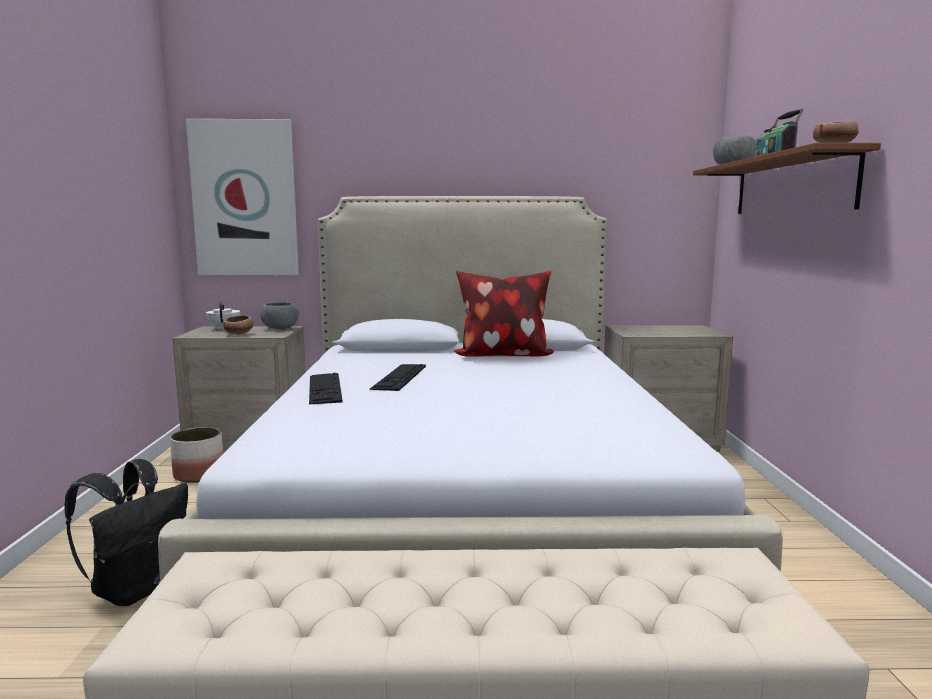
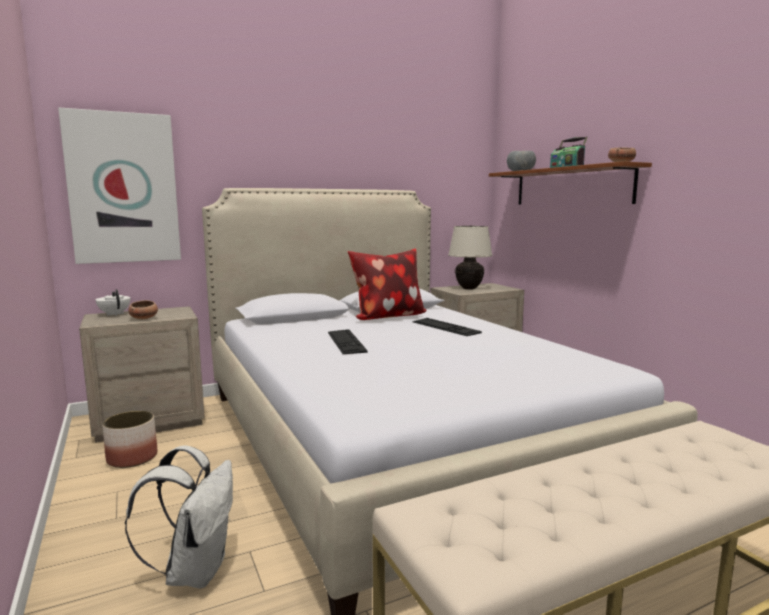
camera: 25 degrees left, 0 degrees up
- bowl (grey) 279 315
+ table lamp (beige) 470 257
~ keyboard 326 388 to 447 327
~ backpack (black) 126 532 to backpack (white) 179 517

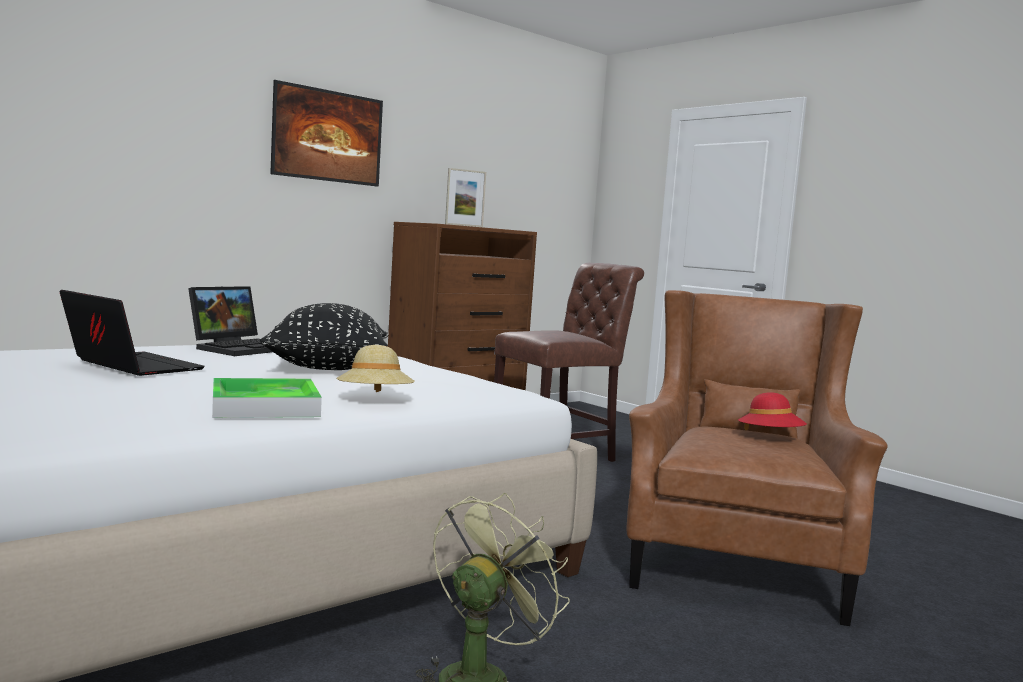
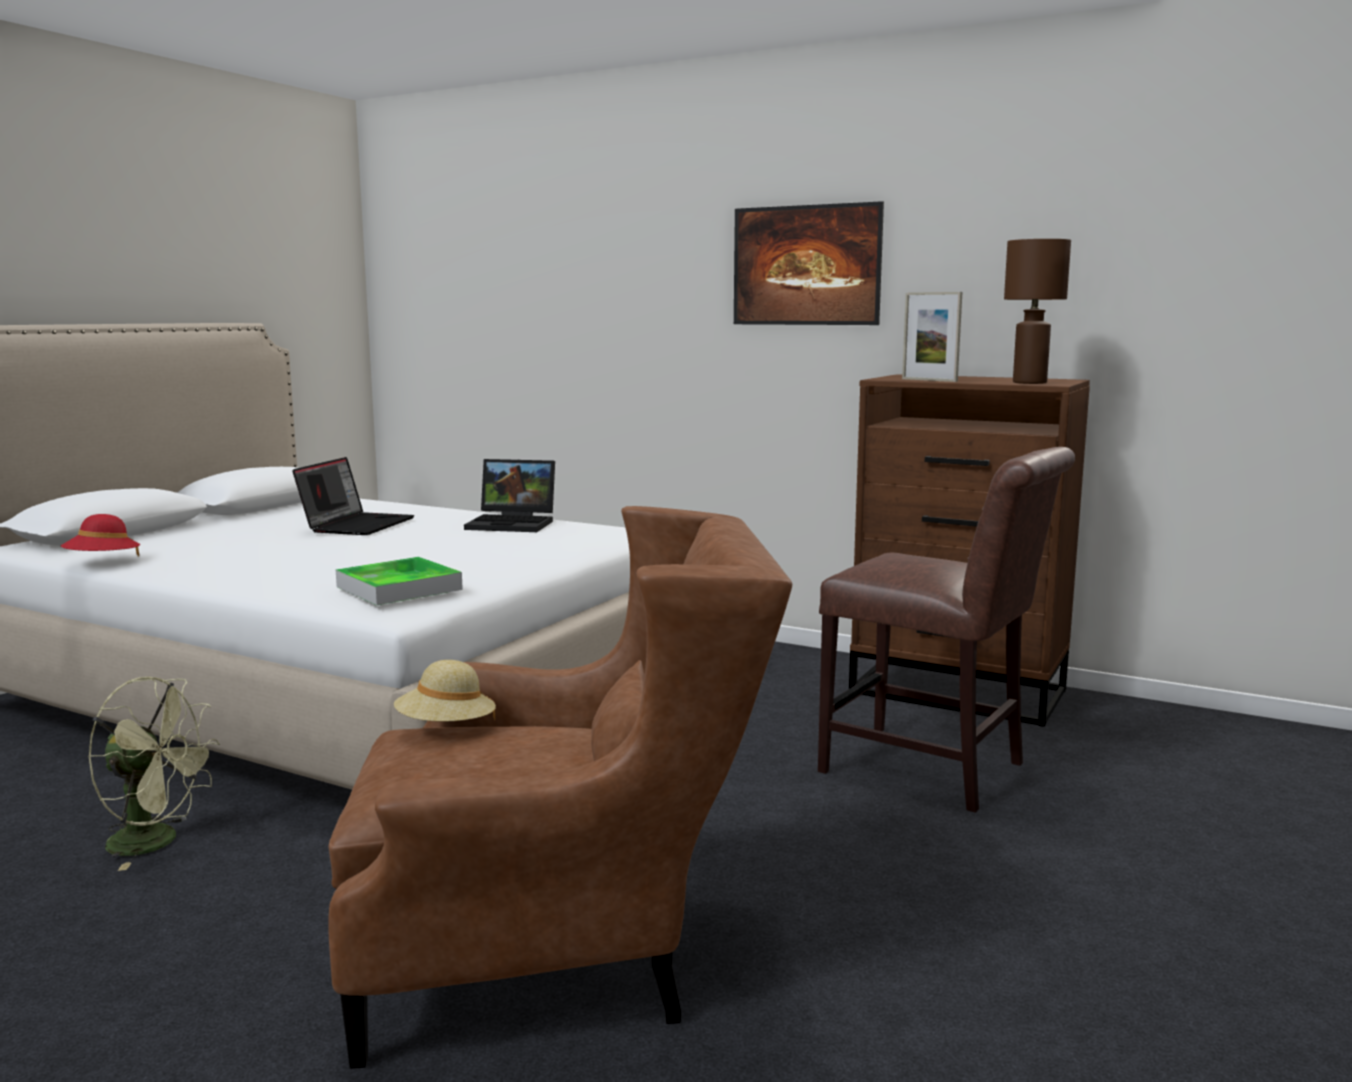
camera: 70 degrees right, 5 degrees up
- pillow (black) 324 336
+ table lamp (brown) 1037 311
~ tray 267 398 to 399 581
~ hat (beige) 375 368 to 445 691
~ hat (red) 772 411 to 100 535

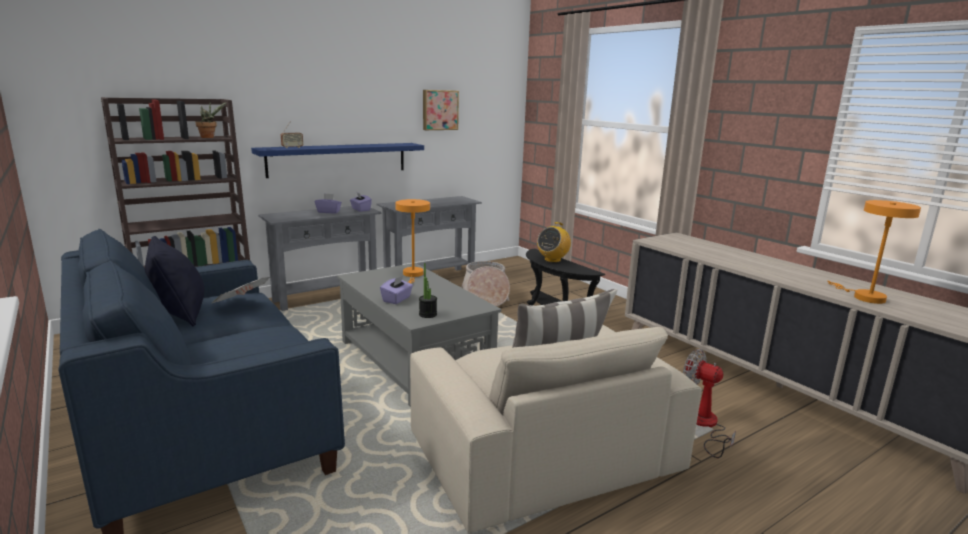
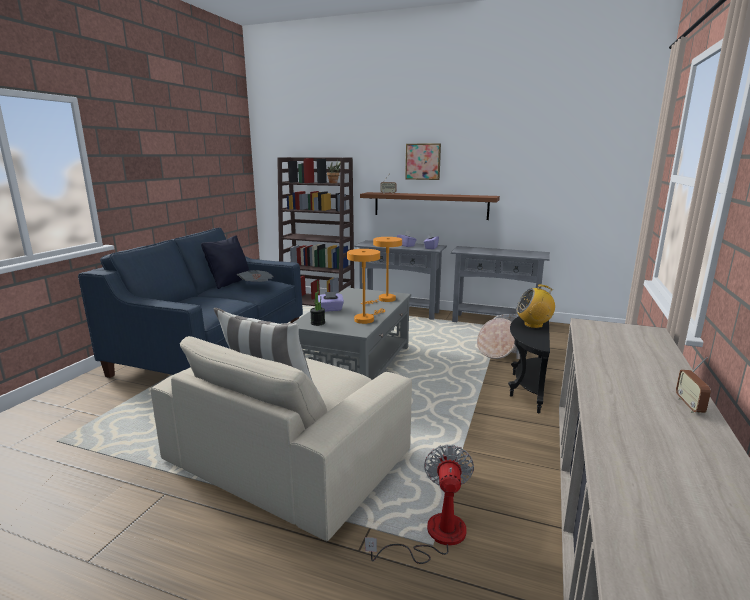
camera: 55 degrees right, 0 degrees up
+ radio 693 385
~ picture 441 110 to 423 161
~ table lamp (orange) 874 252 to 366 286
~ shelf (blue) 337 160 to shelf (brown) 430 206

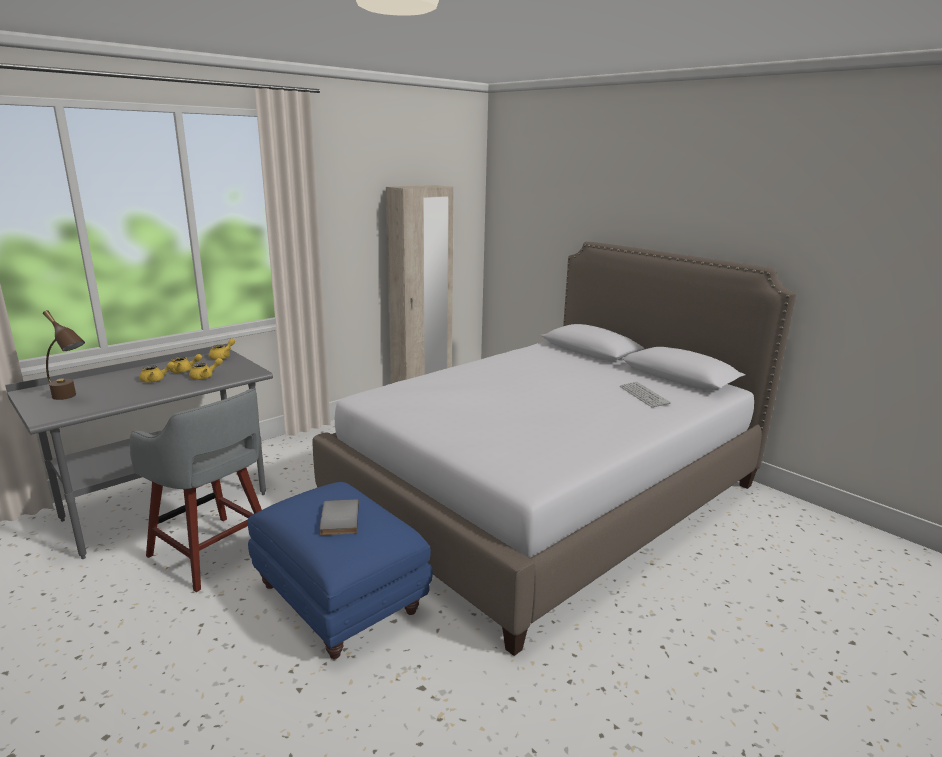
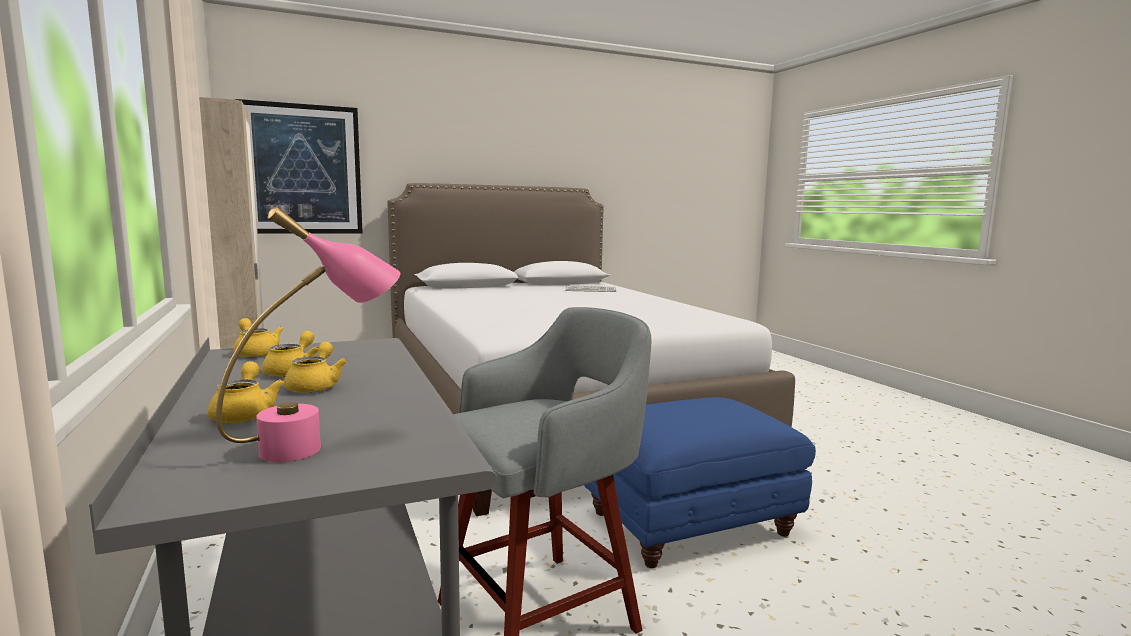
camera: 70 degrees left, 10 degrees down
- book (grey) 339 517
+ picture 299 166
~ teapot (yellow) 206 369 to 246 392
~ table lamp (brown) 64 355 to table lamp (pink) 308 334

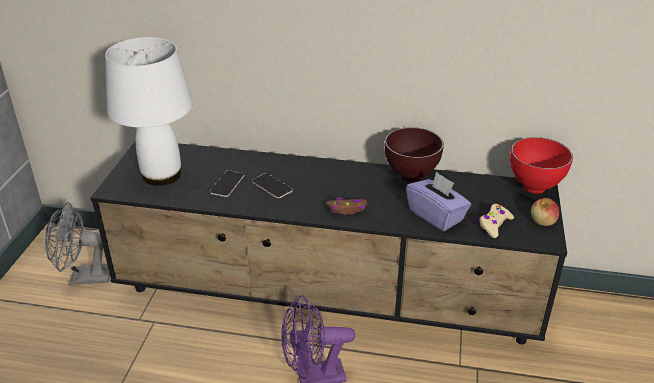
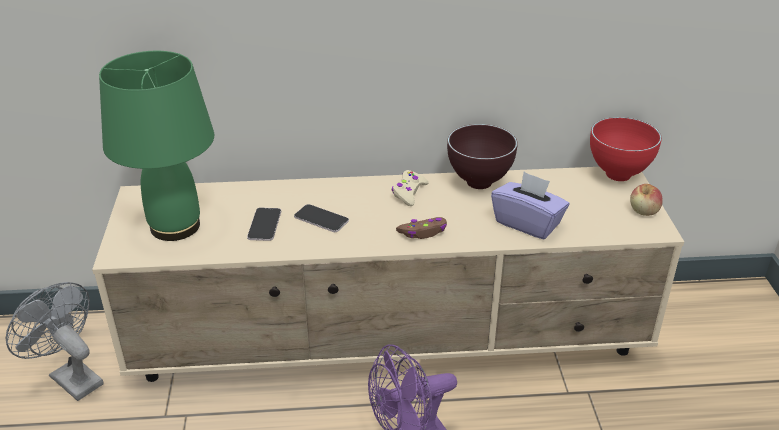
camera: 15 degrees left, 0 degrees up
~ game controller (beige) 496 221 to 410 188
~ tv stand (black) 328 242 to tv stand (beige) 388 274
~ table lamp (white) 149 111 to table lamp (green) 156 146
~ fan (grey) 77 243 = 55 341 60 degrees clockwise

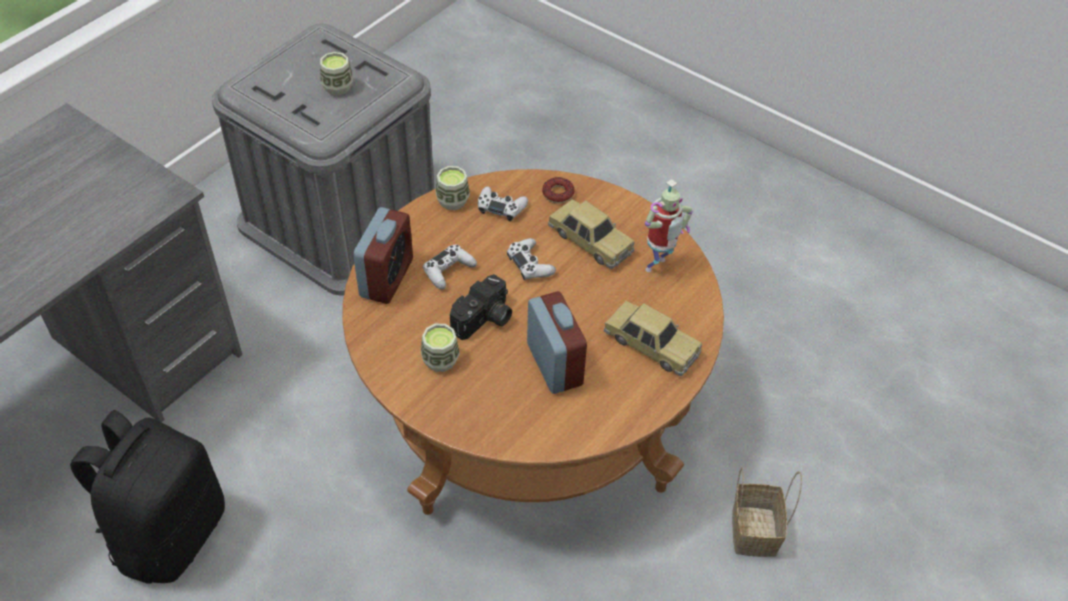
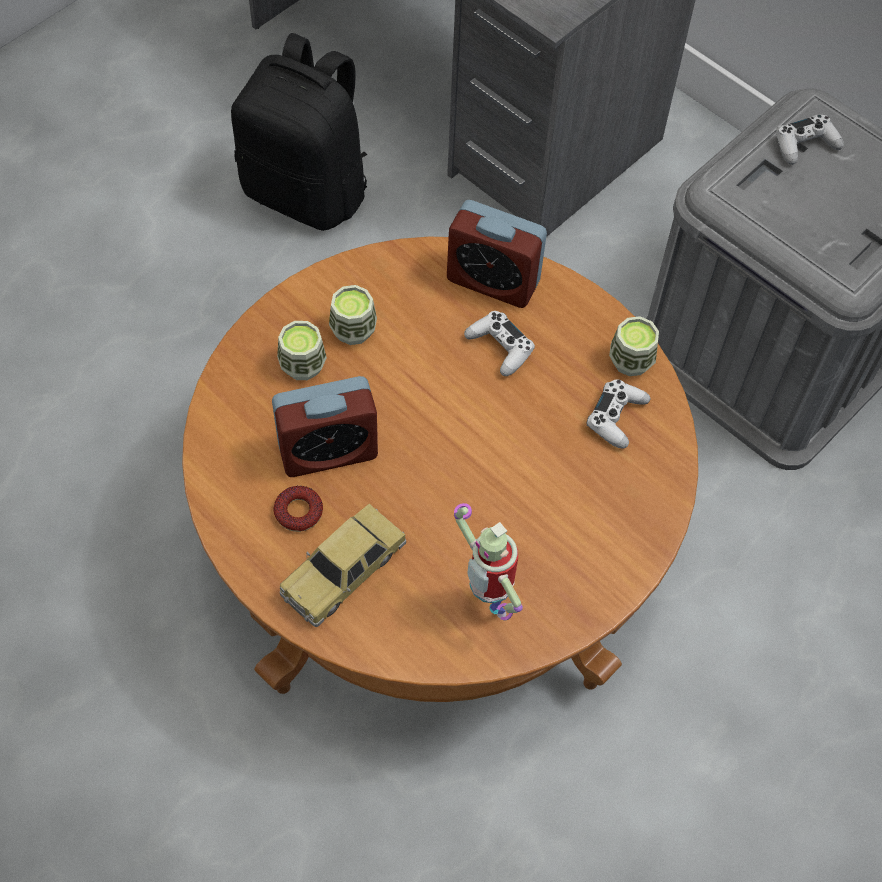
camera: 95 degrees right, 10 degrees up
- photo camera 481 307
- toy car 591 234
- basket 767 512
~ cup 336 74 to 302 350
~ game controller (white) 531 259 to 810 140
~ donut 558 190 to 298 509

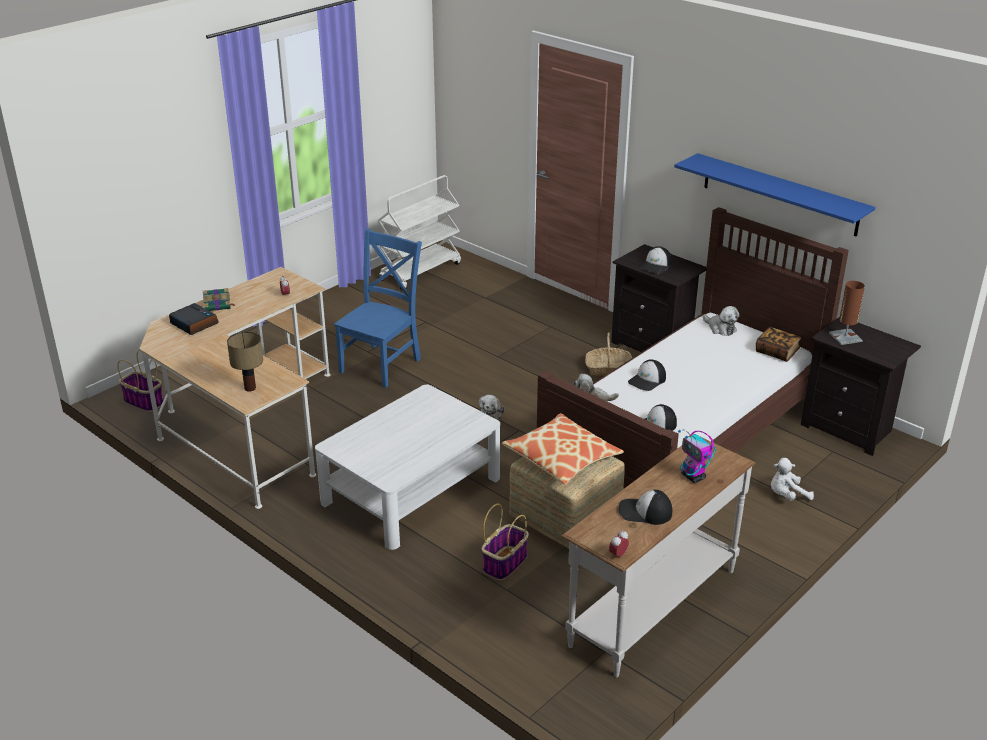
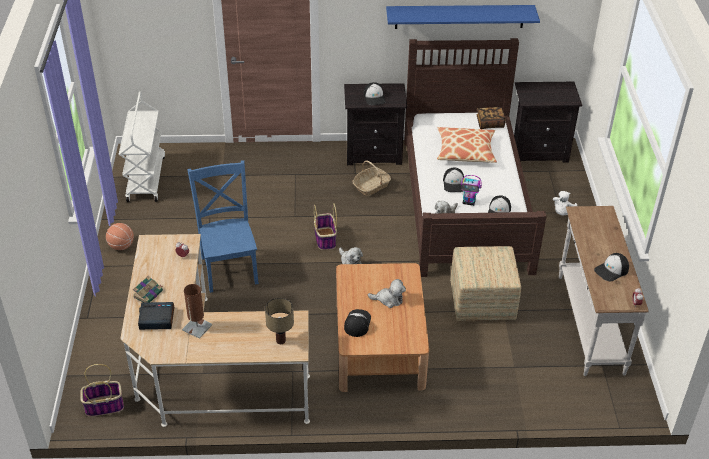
camera: 45 degrees left, 10 degrees up
+ basketball 120 236
+ cap 357 323
~ basket 505 542 to 325 226
~ pillow 562 449 to 467 145
~ toy robot 697 456 to 471 190
~ plush toy 721 321 to 387 293
~ table lamp (brown) 847 313 to 197 311
~ coffee table (white) 407 467 to coffee table (brown) 382 327

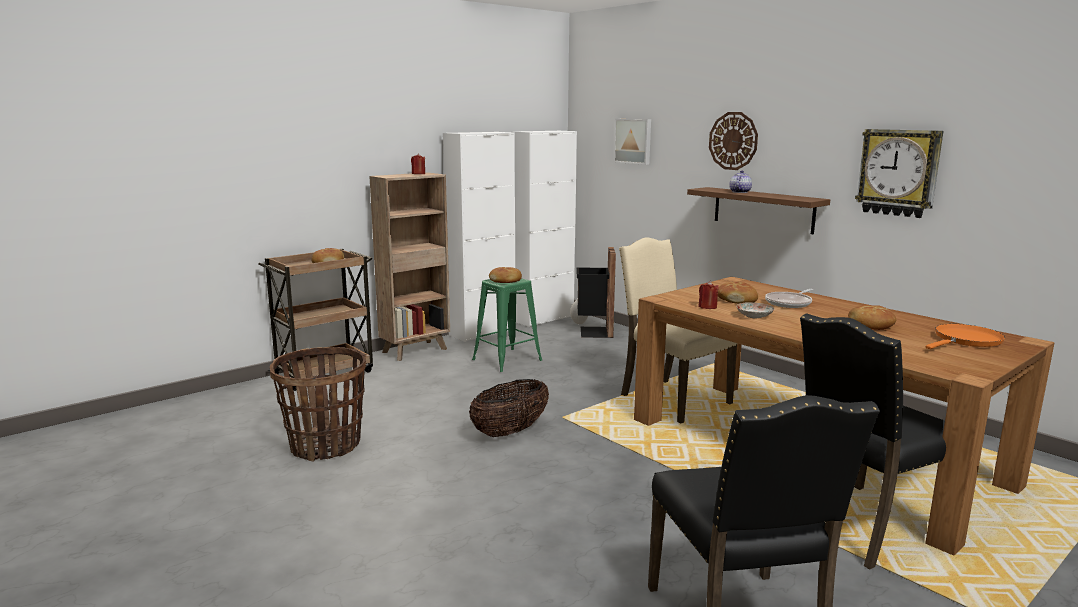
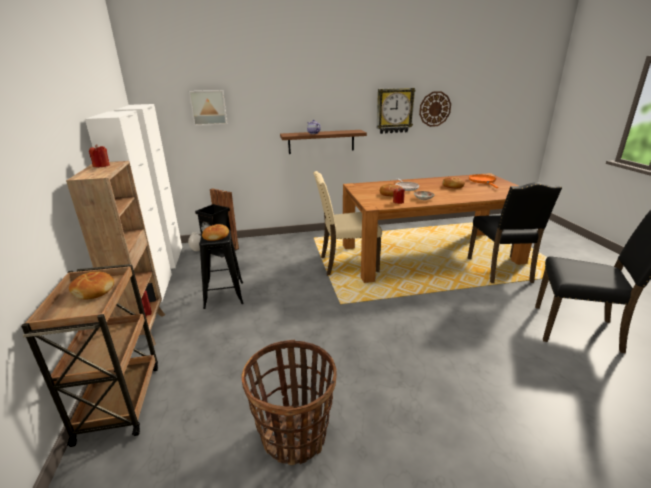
camera: 60 degrees left, 10 degrees up
- basket 509 408
~ wall clock 733 141 to 435 109
~ stool (green) 507 325 to stool (black) 221 269

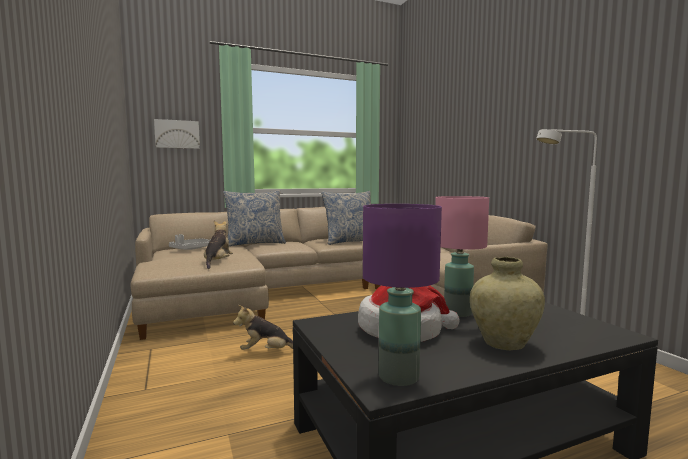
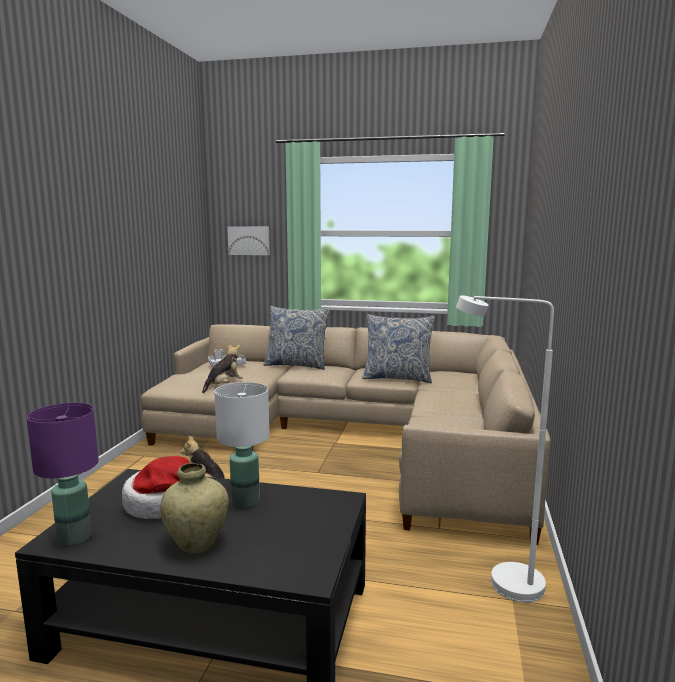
camera: 35 degrees right, 5 degrees up
~ table lamp (pink) 462 256 to table lamp (white) 241 445

